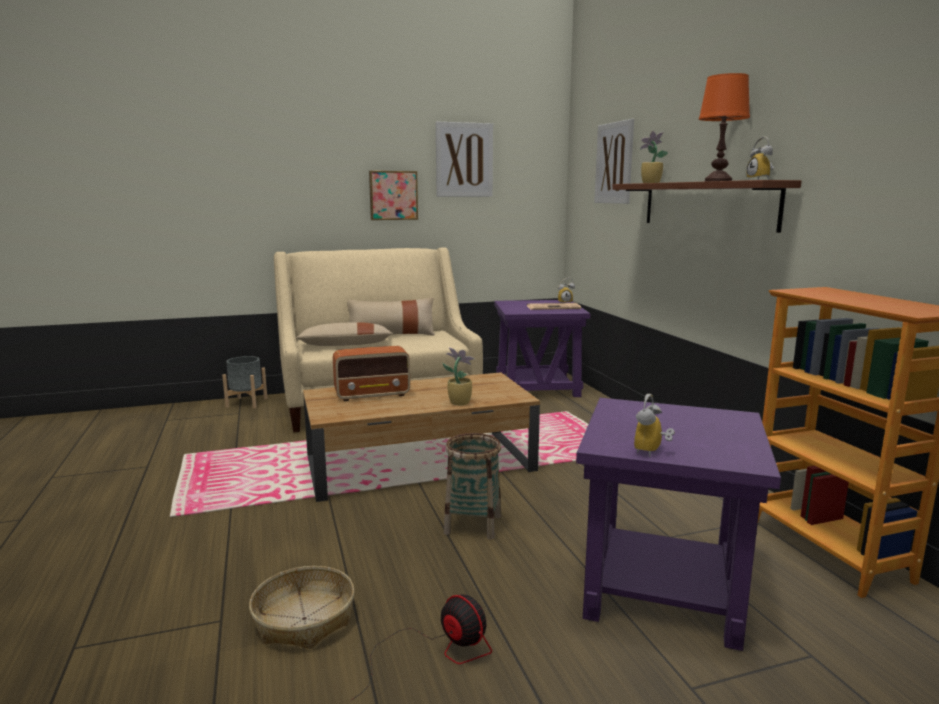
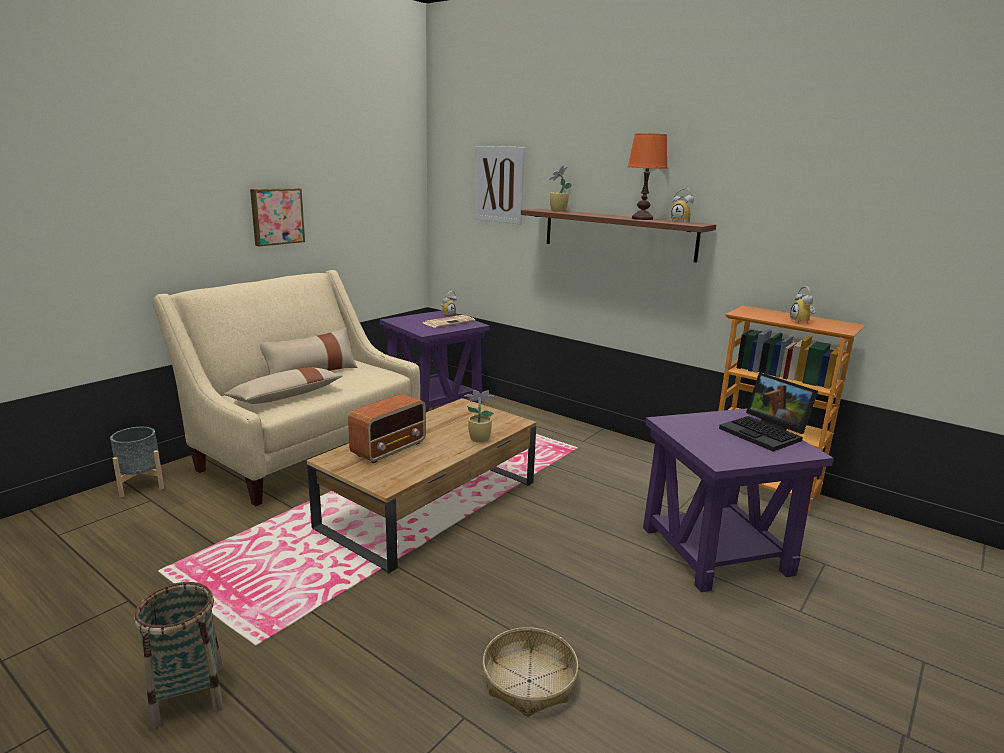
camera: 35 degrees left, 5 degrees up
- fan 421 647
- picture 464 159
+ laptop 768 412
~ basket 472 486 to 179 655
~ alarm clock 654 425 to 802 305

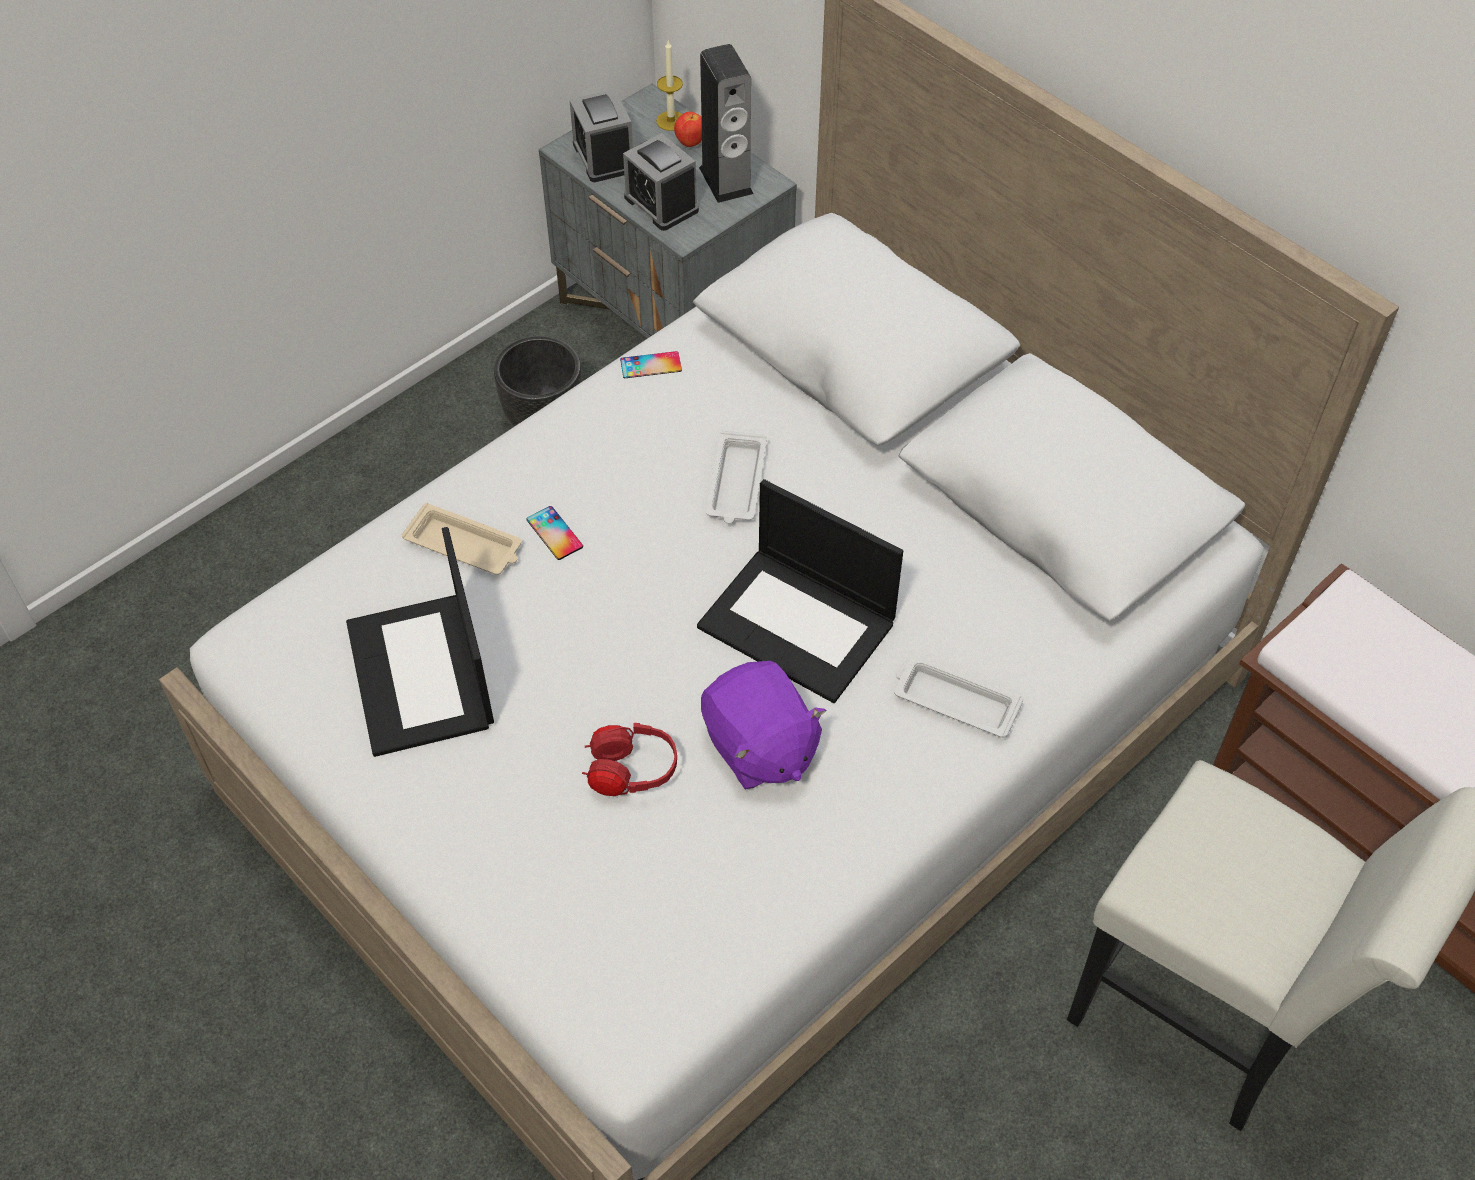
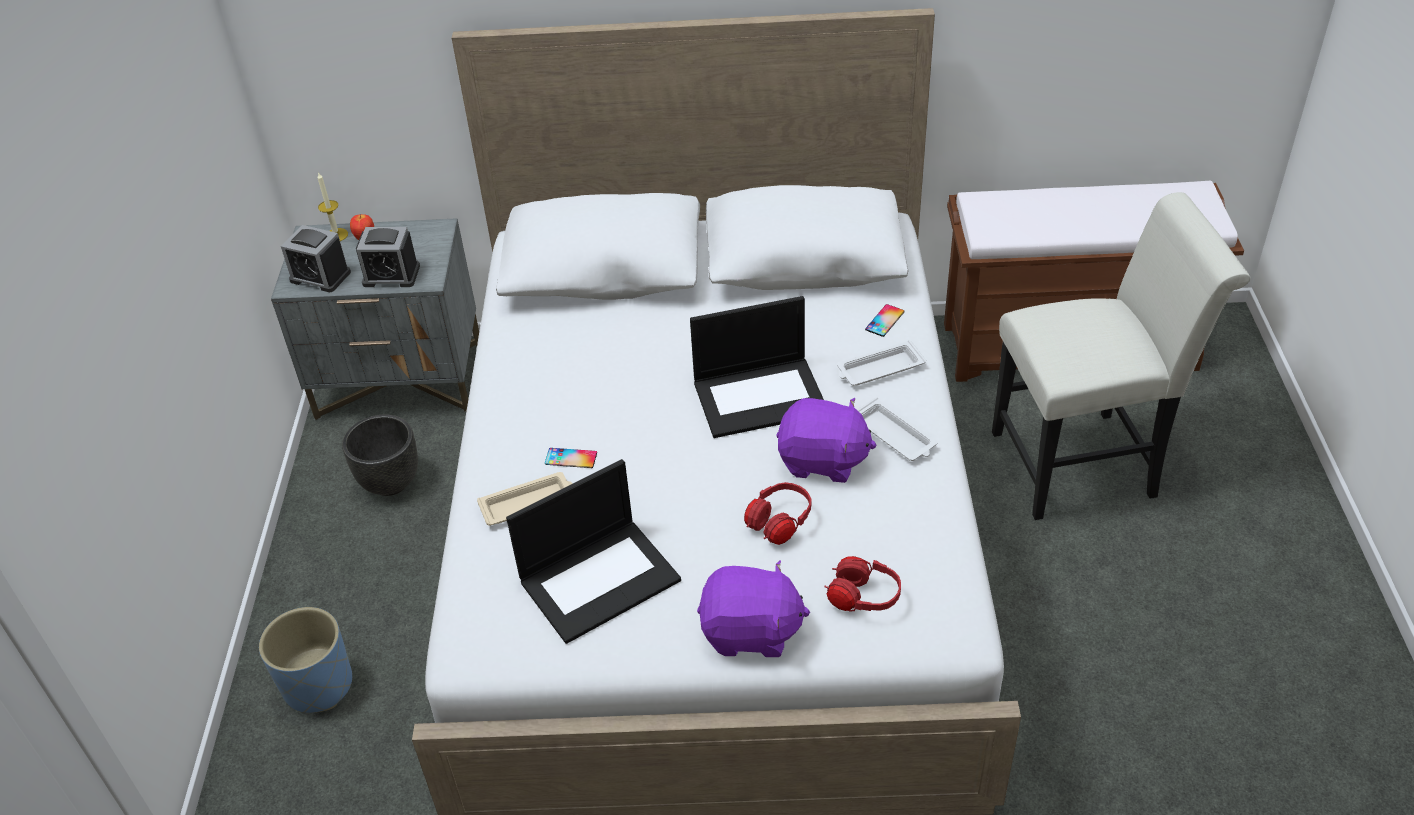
camera: 45 degrees left, 10 degrees down
- speaker 726 123
+ planter (blue) 305 660
+ plush toy (purple) 753 608
+ headphones (red) 862 583
~ phone 651 364 to 884 320
~ tray (white) 736 477 to 897 429
~ laptop 420 642 = 593 551 60 degrees counterclockwise

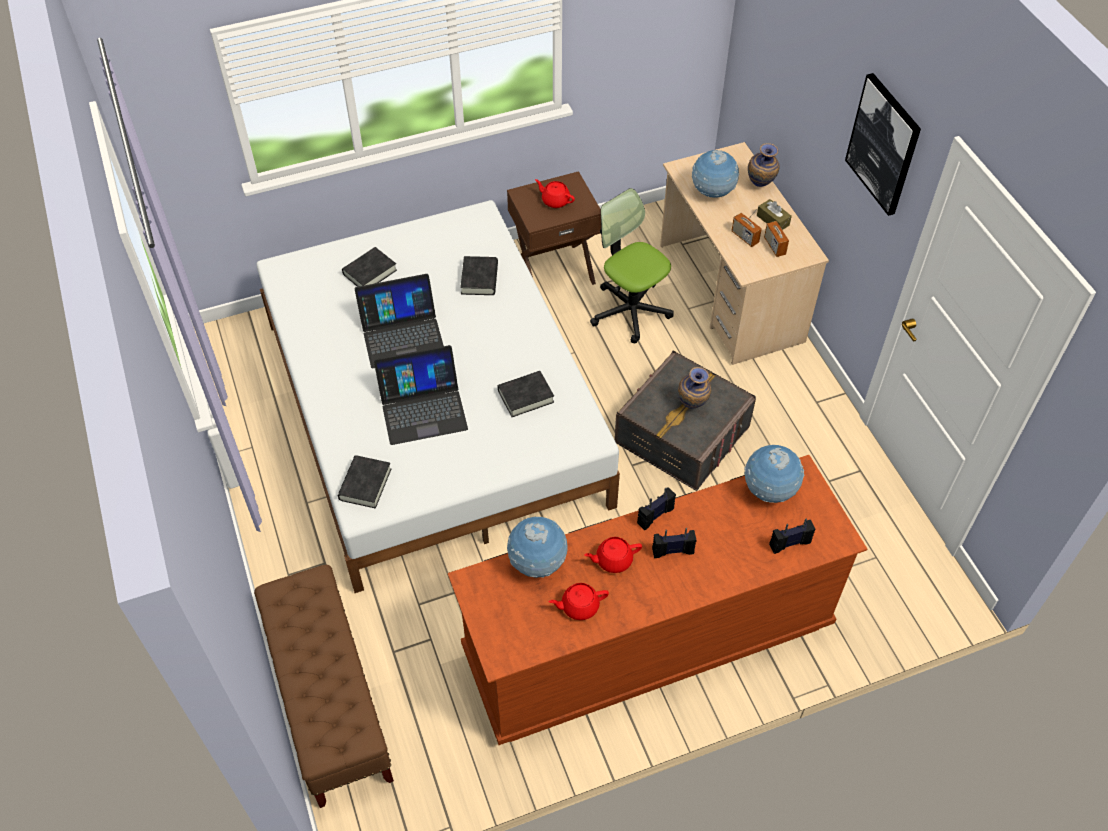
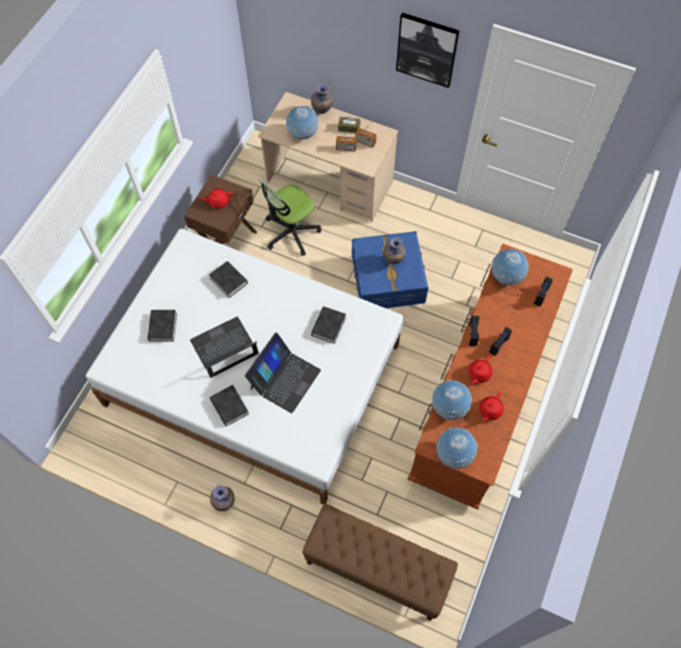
camera: 45 degrees left, 10 degrees up
+ vase 222 498
+ globe 457 448
~ book (black) 364 481 to 229 405
~ storage box (grey) 685 421 to storage box (blue) 390 269
~ laptop 399 321 = 224 347 150 degrees counterclockwise
~ office chair 632 265 = 290 217 45 degrees counterclockwise

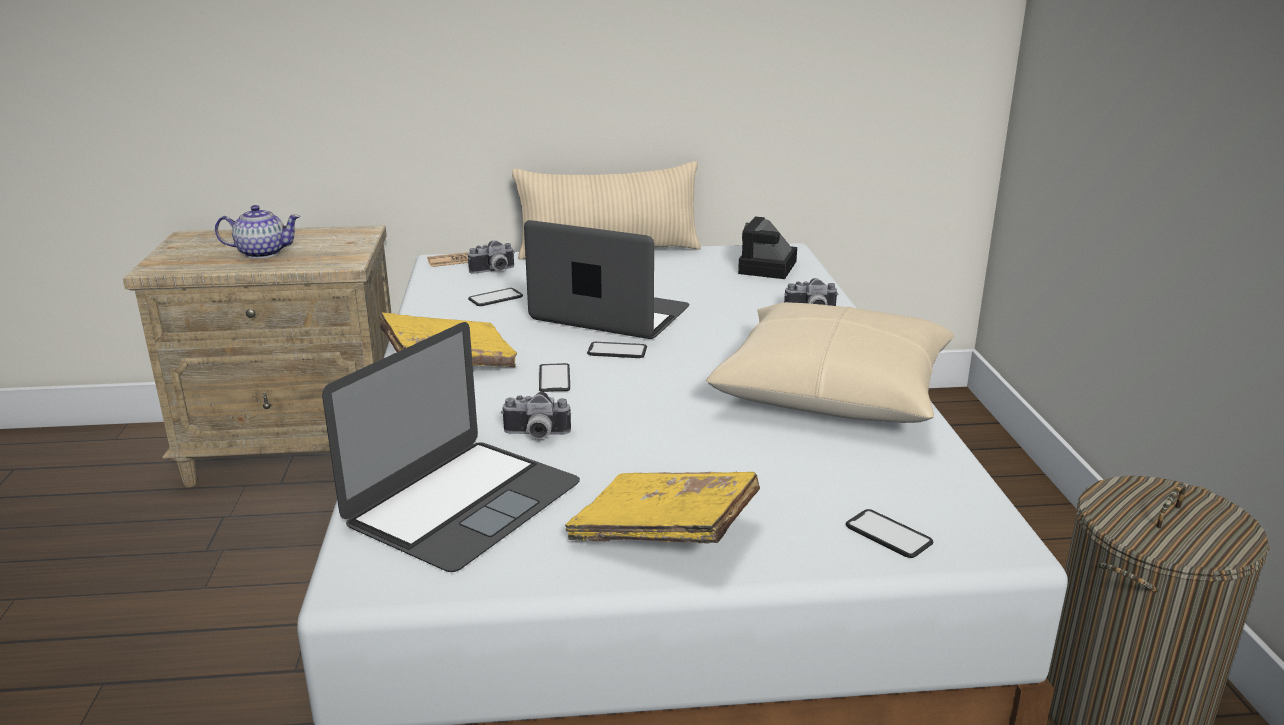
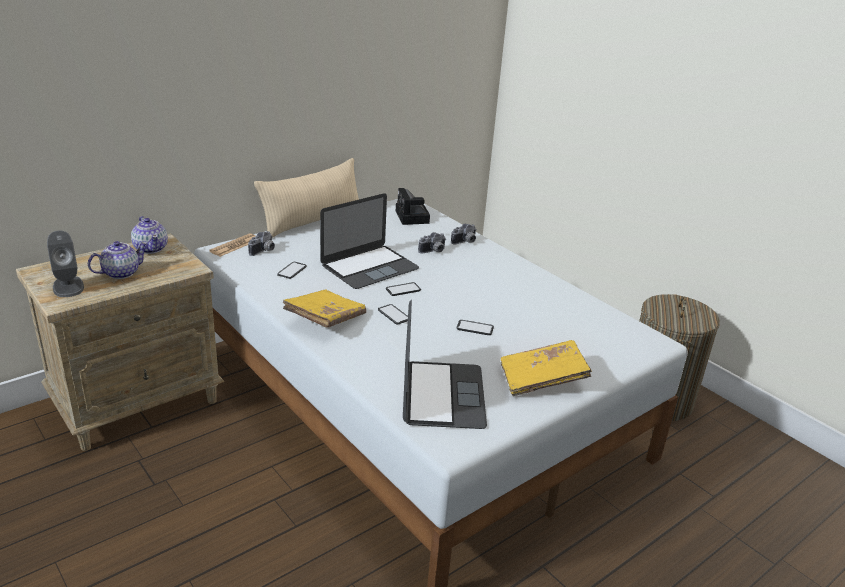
camera: 35 degrees left, 5 degrees up
- pillow (beige) 830 362
+ speaker (grey) 65 263
+ teapot 149 235
~ photo camera 536 415 to 432 243
~ phone 889 533 to 475 327
~ laptop 606 279 = 369 241 150 degrees clockwise

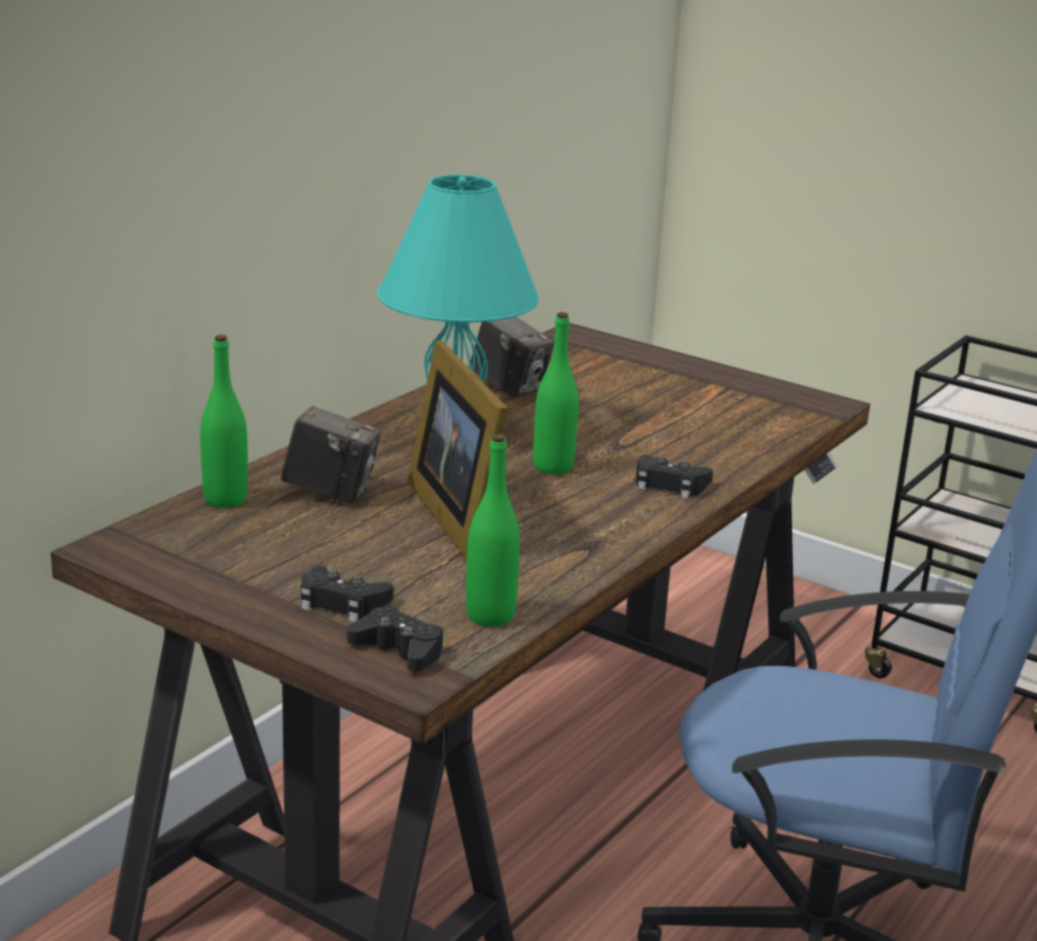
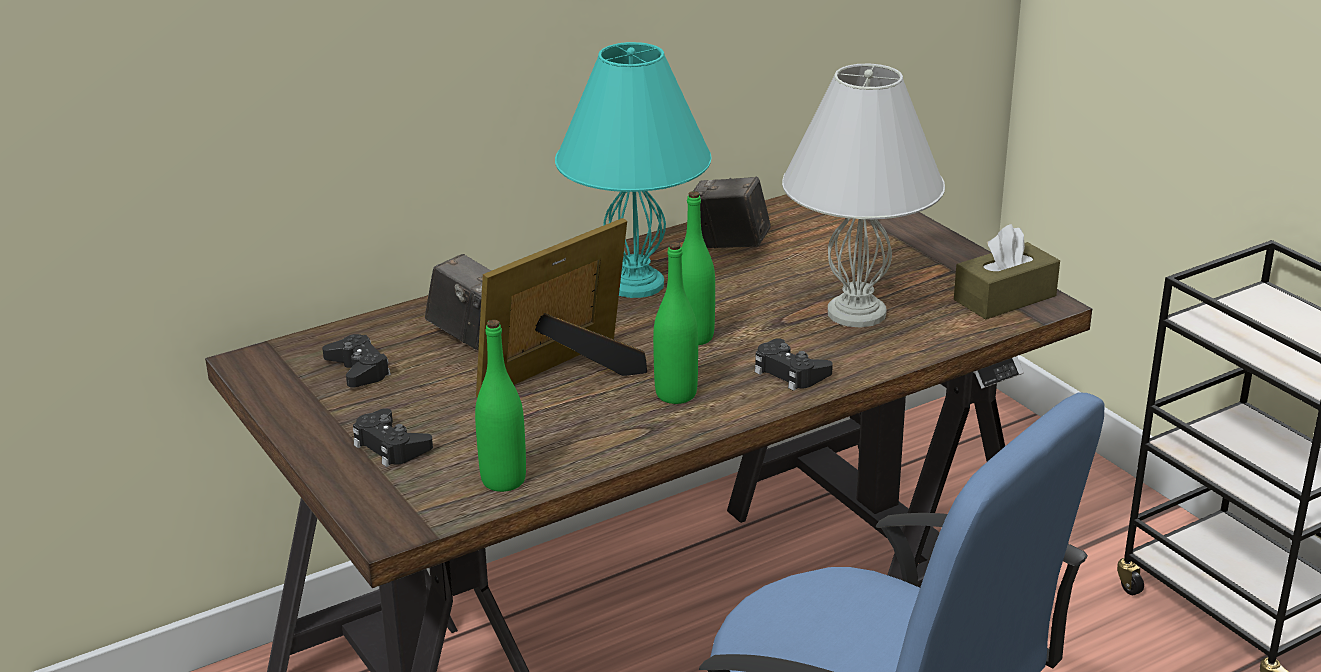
camera: 25 degrees right, 5 degrees up
+ table lamp (white) 863 195
+ tissue box (brown) 1007 272
~ bottle (green) 224 421 to 675 323
~ game controller (black) 395 638 to 356 361
~ picture frame 457 450 = 561 308 45 degrees clockwise
~ photo camera 512 357 = 732 212 135 degrees clockwise

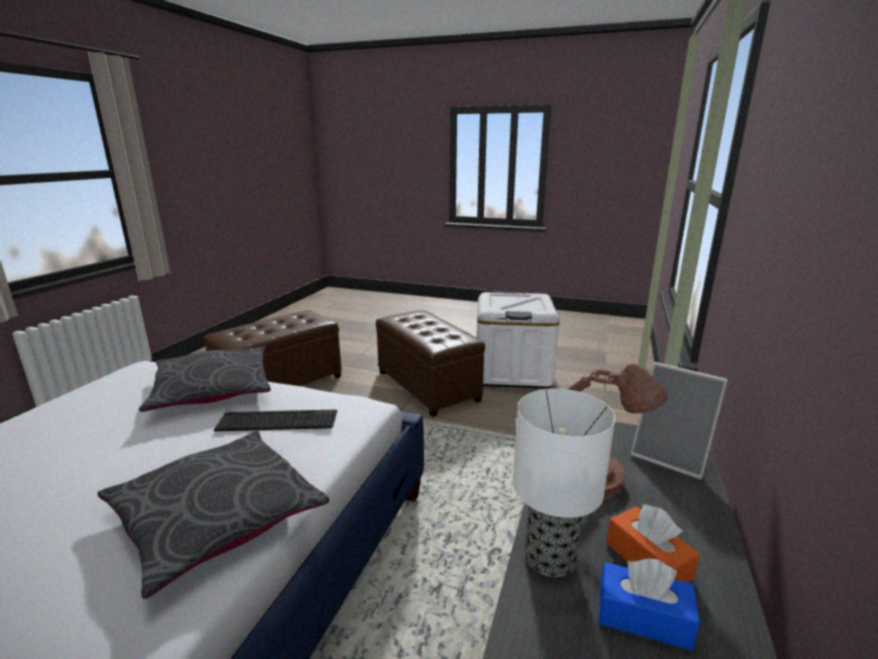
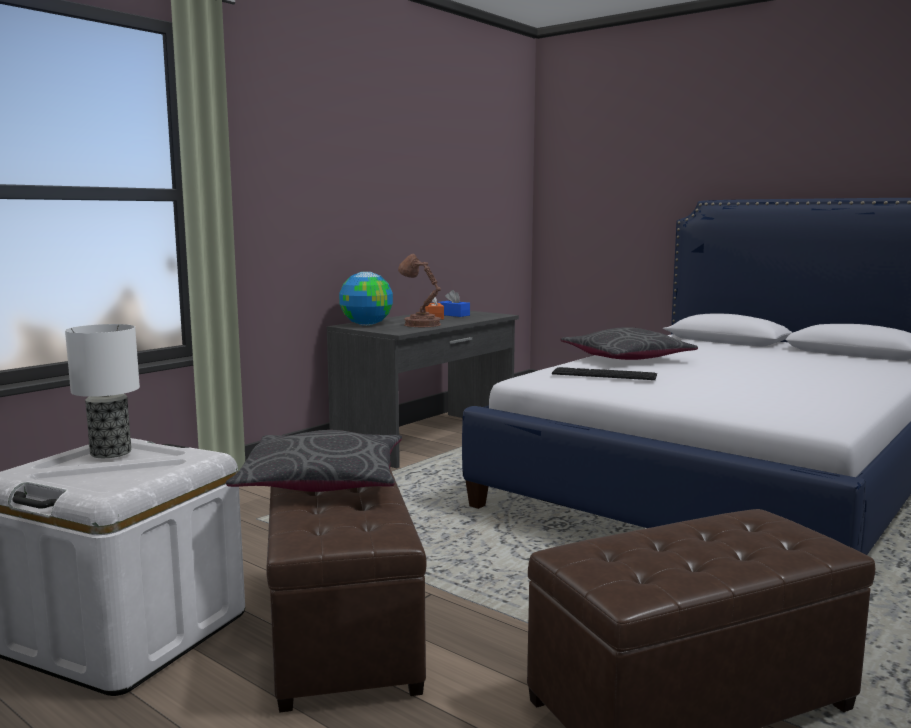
camera: 160 degrees left, 10 degrees down
~ pillow (grey) 205 379 to 314 461
~ table lamp 564 483 to 102 391
~ picture frame 679 420 to globe 366 299

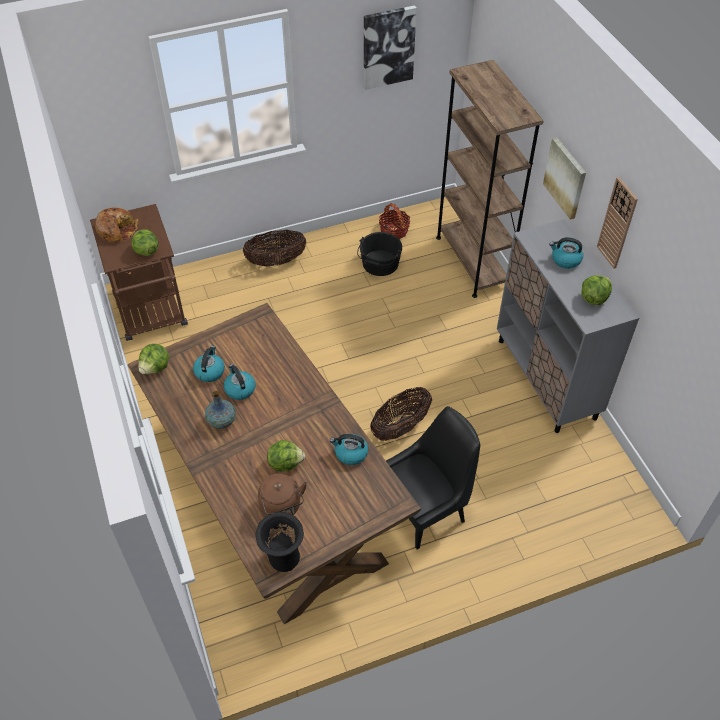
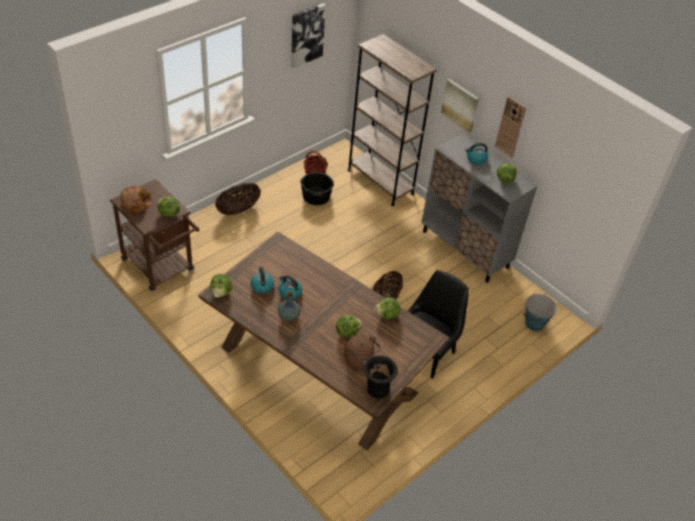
camera: 25 degrees left, 5 degrees down
+ bucket 540 312
~ kettle 349 449 to lettuce 387 308

